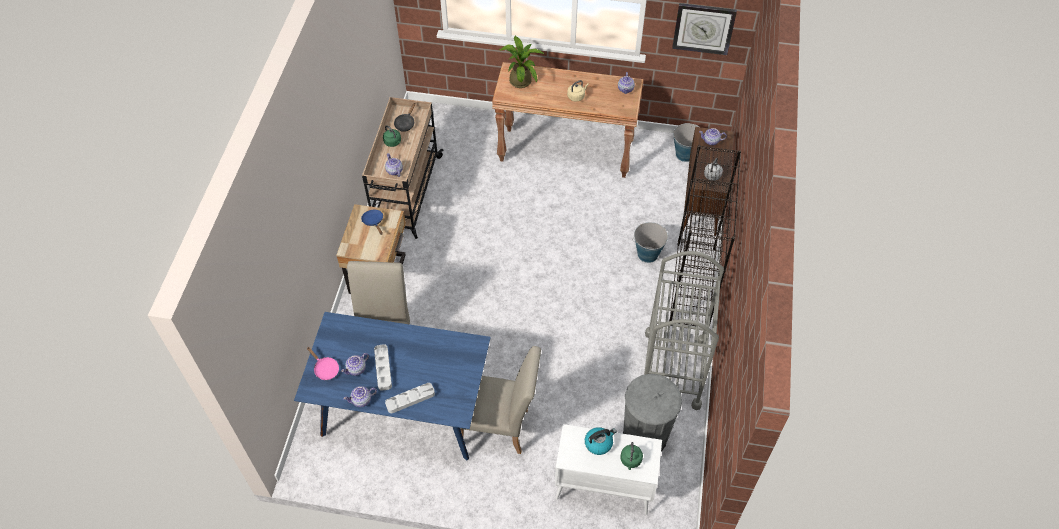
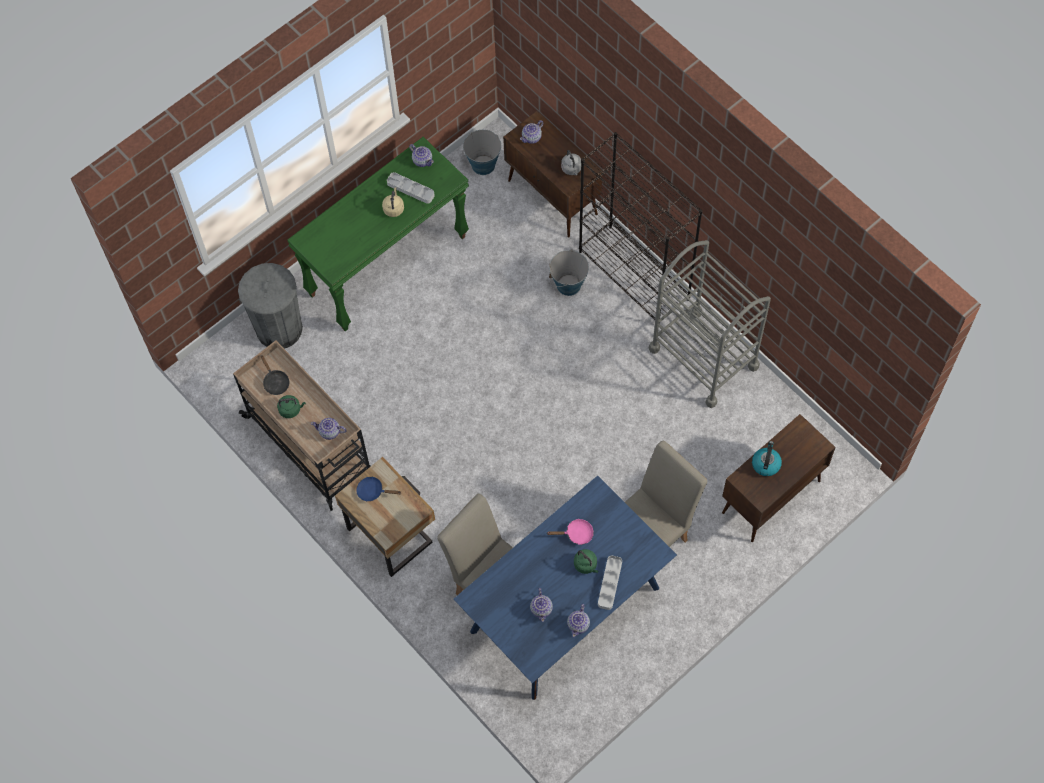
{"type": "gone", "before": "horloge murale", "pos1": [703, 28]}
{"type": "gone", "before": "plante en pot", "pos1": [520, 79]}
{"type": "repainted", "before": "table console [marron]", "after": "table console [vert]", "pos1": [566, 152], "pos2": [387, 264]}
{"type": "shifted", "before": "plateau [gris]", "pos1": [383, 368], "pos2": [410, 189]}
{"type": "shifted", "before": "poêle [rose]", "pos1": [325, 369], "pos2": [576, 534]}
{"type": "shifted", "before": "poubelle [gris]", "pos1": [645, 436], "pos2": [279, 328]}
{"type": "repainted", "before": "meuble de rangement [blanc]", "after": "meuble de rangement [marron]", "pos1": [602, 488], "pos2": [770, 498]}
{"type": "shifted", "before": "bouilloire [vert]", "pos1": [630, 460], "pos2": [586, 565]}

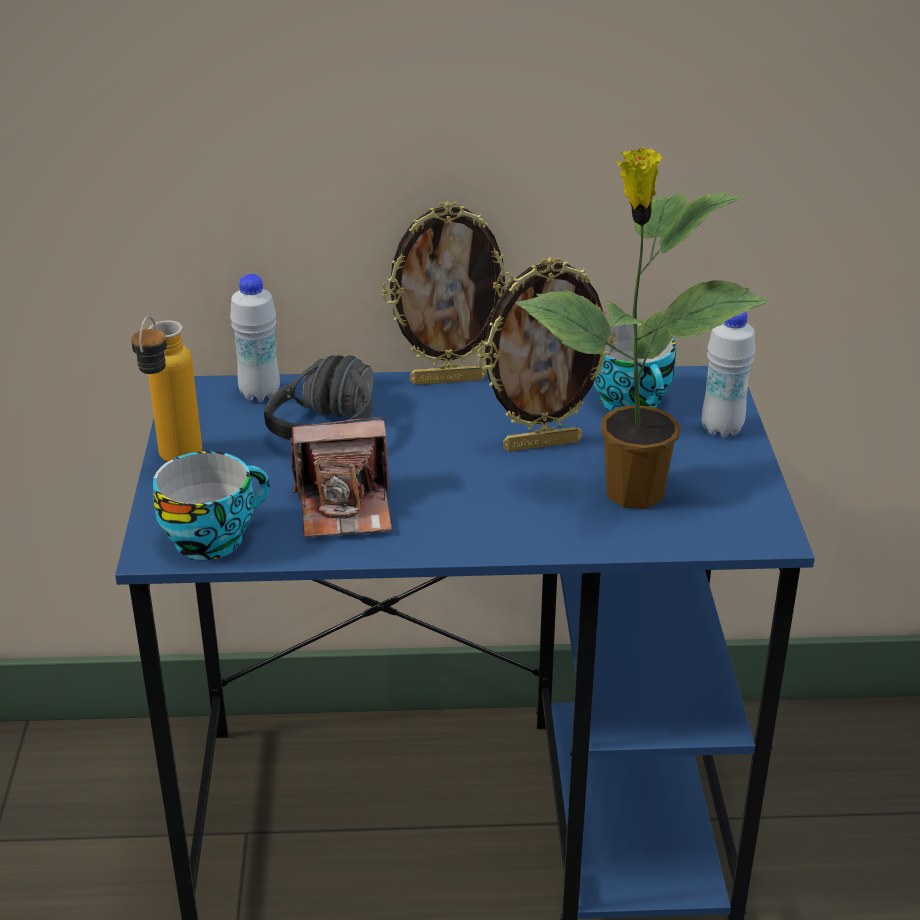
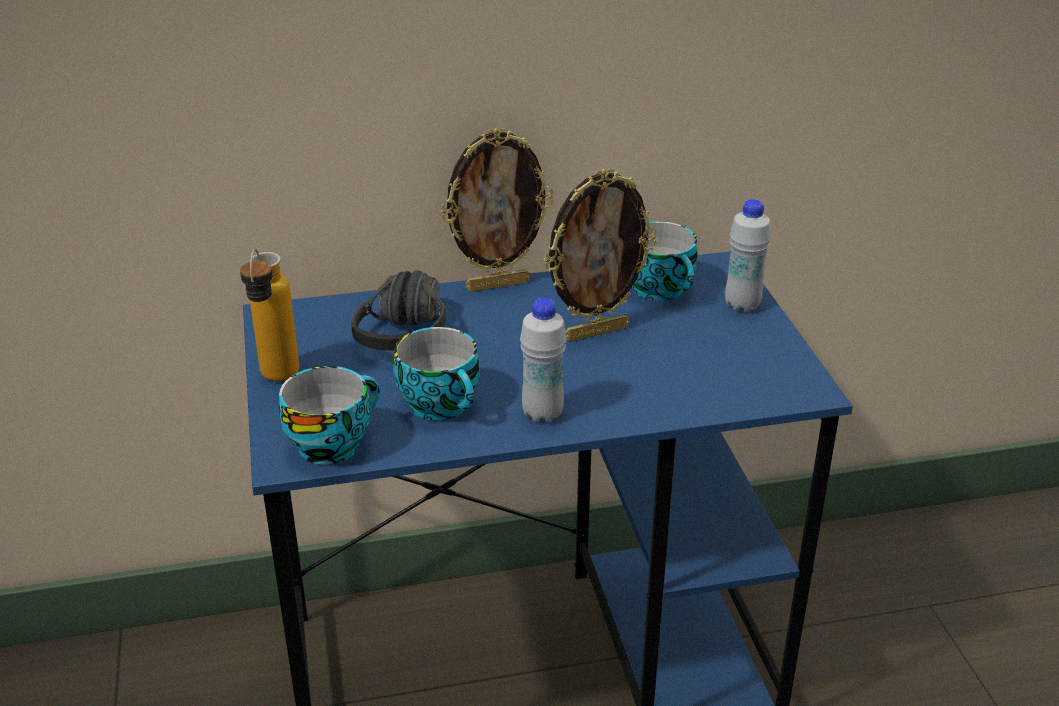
{"type": "gone", "before": "plante en pot", "pos1": [631, 493]}
{"type": "shifted", "before": "bouteille [blanc]", "pos1": [260, 394], "pos2": [542, 414]}
{"type": "swapped", "before": "appareil photo", "after": "tasse", "pos1": [345, 508], "pos2": [443, 405]}

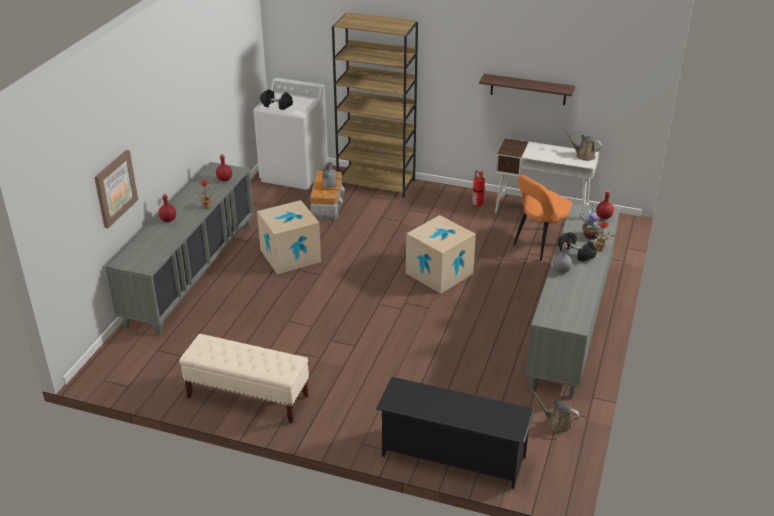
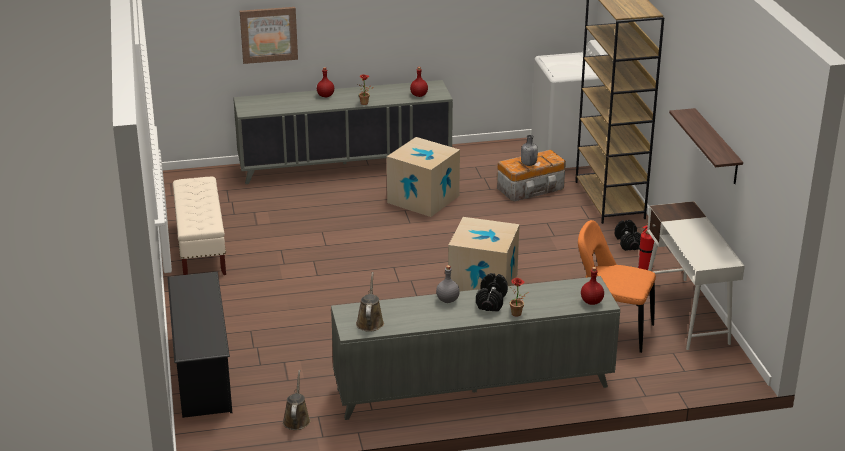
{"type": "shifted", "before": "haltère [noir]", "pos1": [276, 105], "pos2": [627, 243]}
{"type": "shifted", "before": "arrosoir [marron]", "pos1": [583, 155], "pos2": [370, 321]}
{"type": "gone", "before": "plante en pot", "pos1": [589, 235]}

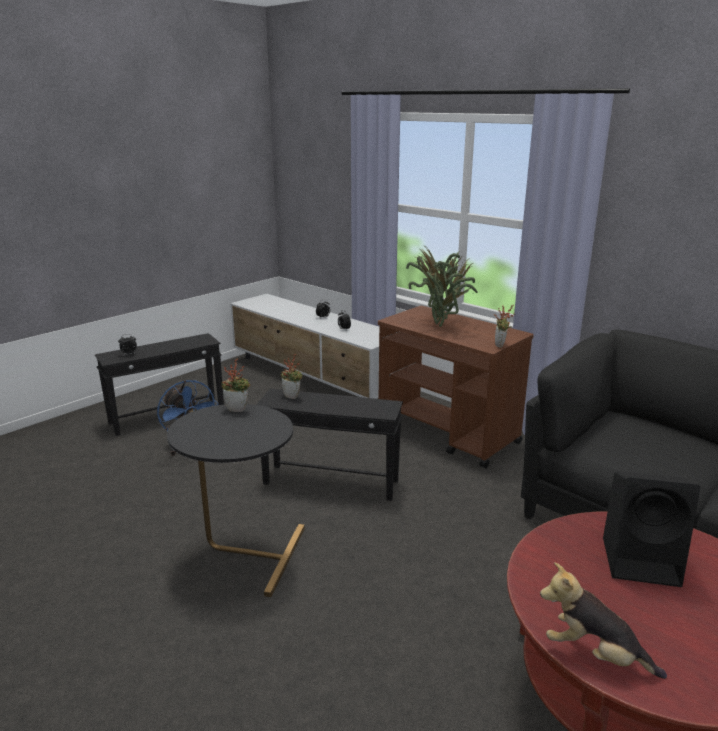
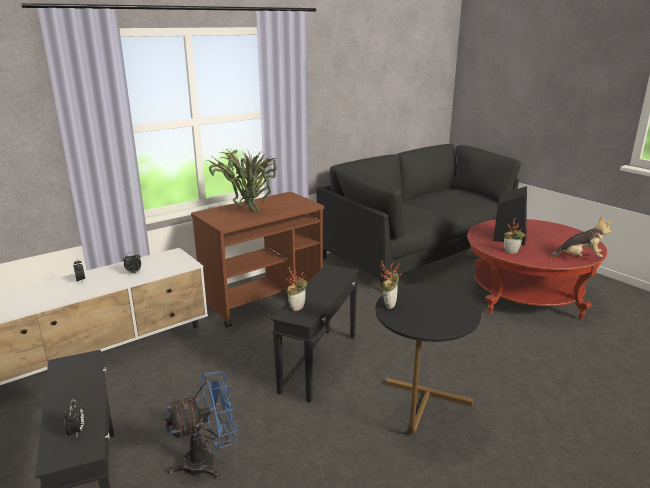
{"type": "shifted", "before": "plante en pot", "pos1": [501, 345], "pos2": [511, 251]}
{"type": "rotated", "before": "peluche", "pos1": [594, 654], "pos2": [579, 258], "turn": -120}

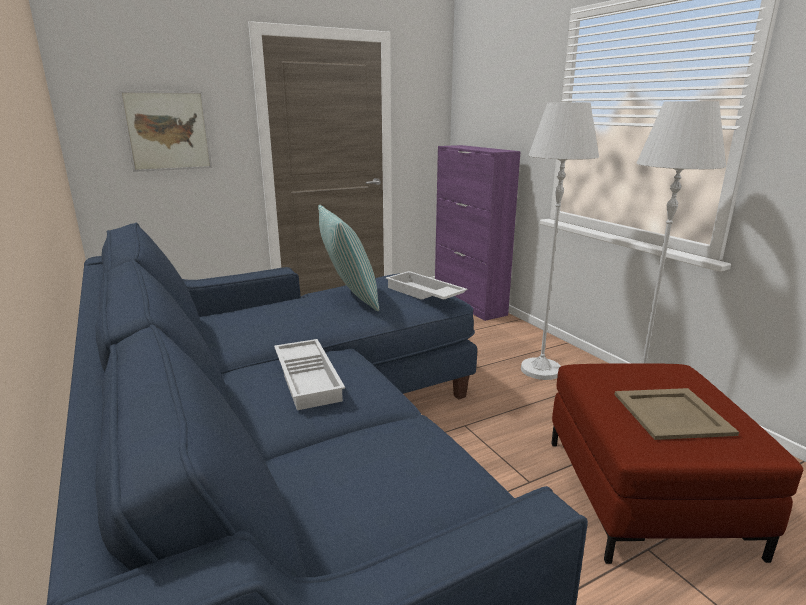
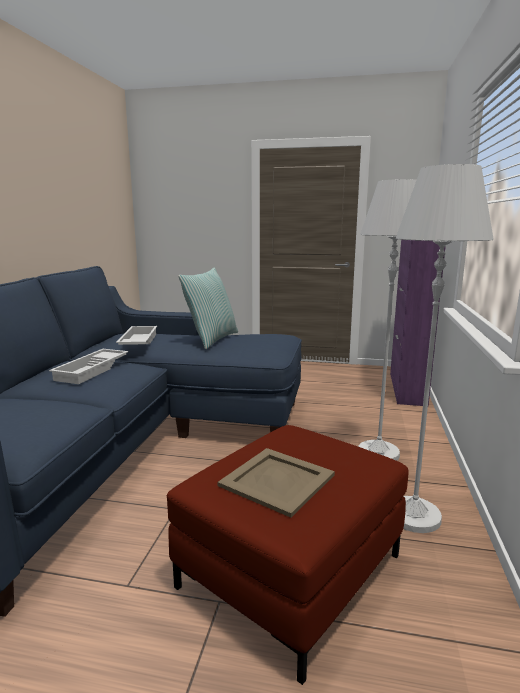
{"type": "gone", "before": "tableau", "pos1": [168, 131]}
{"type": "shifted", "before": "plateau [blanc]", "pos1": [423, 293], "pos2": [137, 342]}

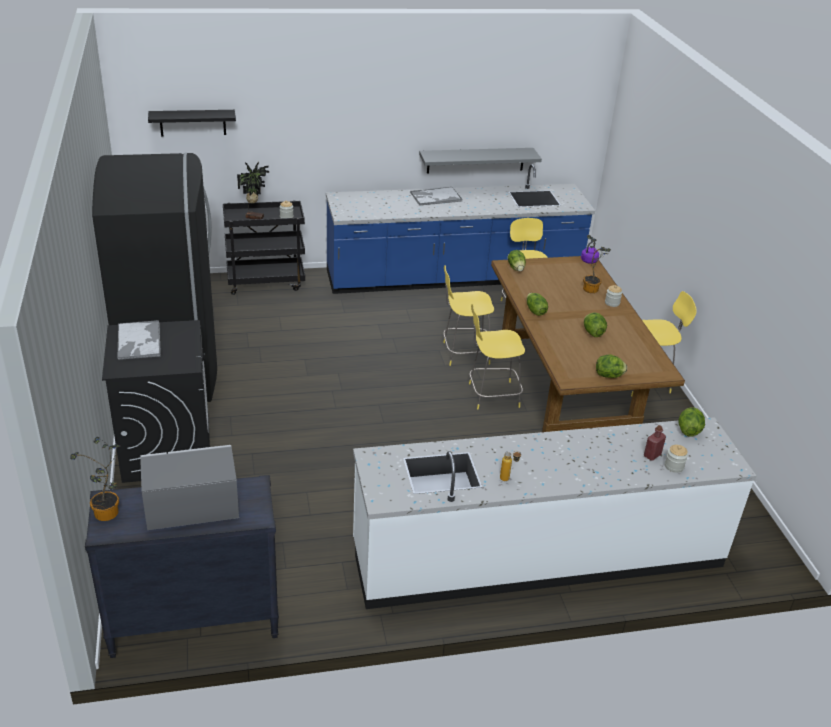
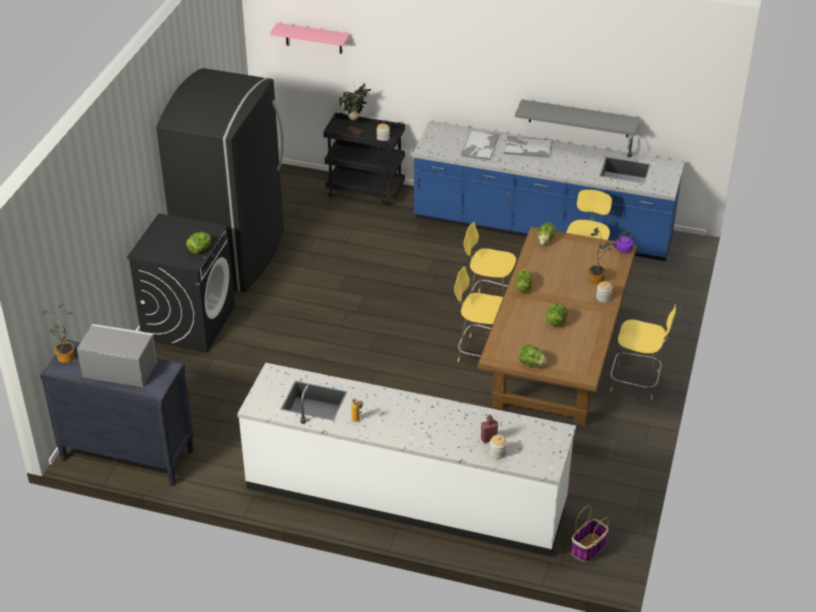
{"type": "repainted", "before": "étagère [noir]", "after": "étagère [rose]", "pos1": [192, 122], "pos2": [313, 38]}
{"type": "shifted", "before": "plateau", "pos1": [139, 341], "pos2": [480, 146]}
{"type": "shifted", "before": "laitue", "pos1": [688, 430], "pos2": [200, 249]}
{"type": "new", "after": "panier", "pos2": [588, 548]}

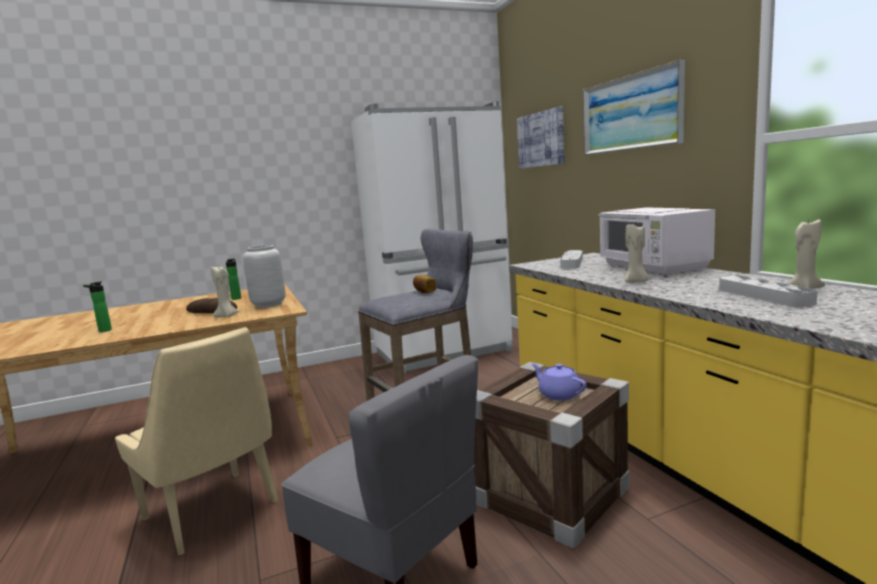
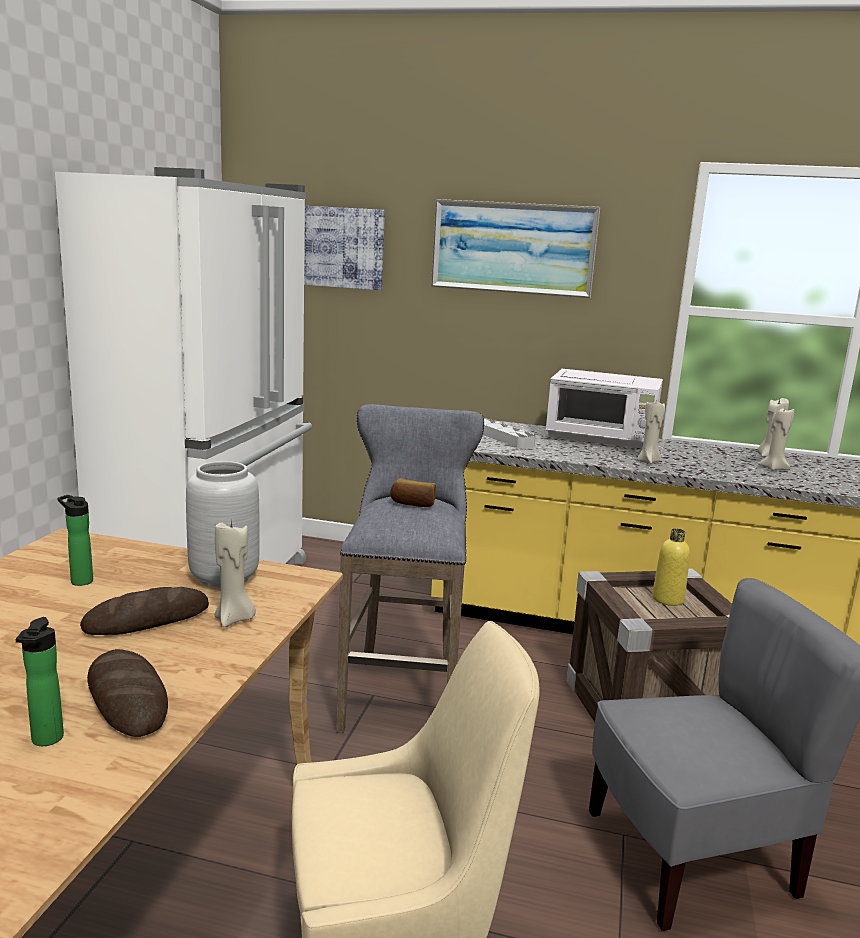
{"type": "swapped", "before": "plateau [gris]", "after": "bougie [beige]", "pos1": [764, 296], "pos2": [773, 468]}
{"type": "swapped", "before": "théière [violet]", "after": "bouteille [jaune]", "pos1": [558, 394], "pos2": [667, 599]}
{"type": "new", "after": "pain", "pos2": [127, 699]}

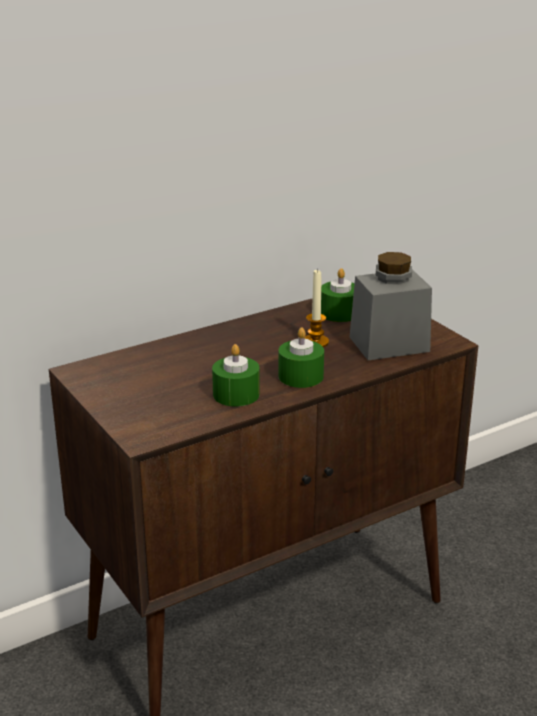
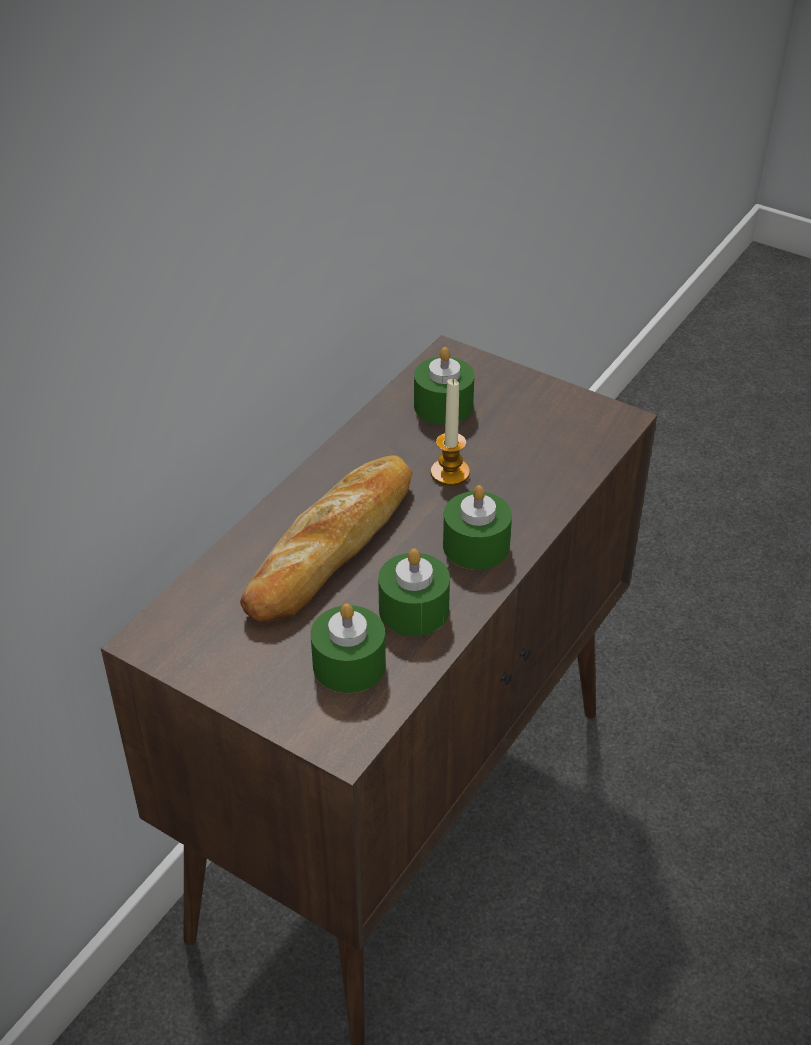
{"type": "gone", "before": "bocal [gris]", "pos1": [389, 344]}
{"type": "new", "after": "pain", "pos2": [332, 545]}
{"type": "new", "after": "bougie [vert]", "pos2": [349, 665]}

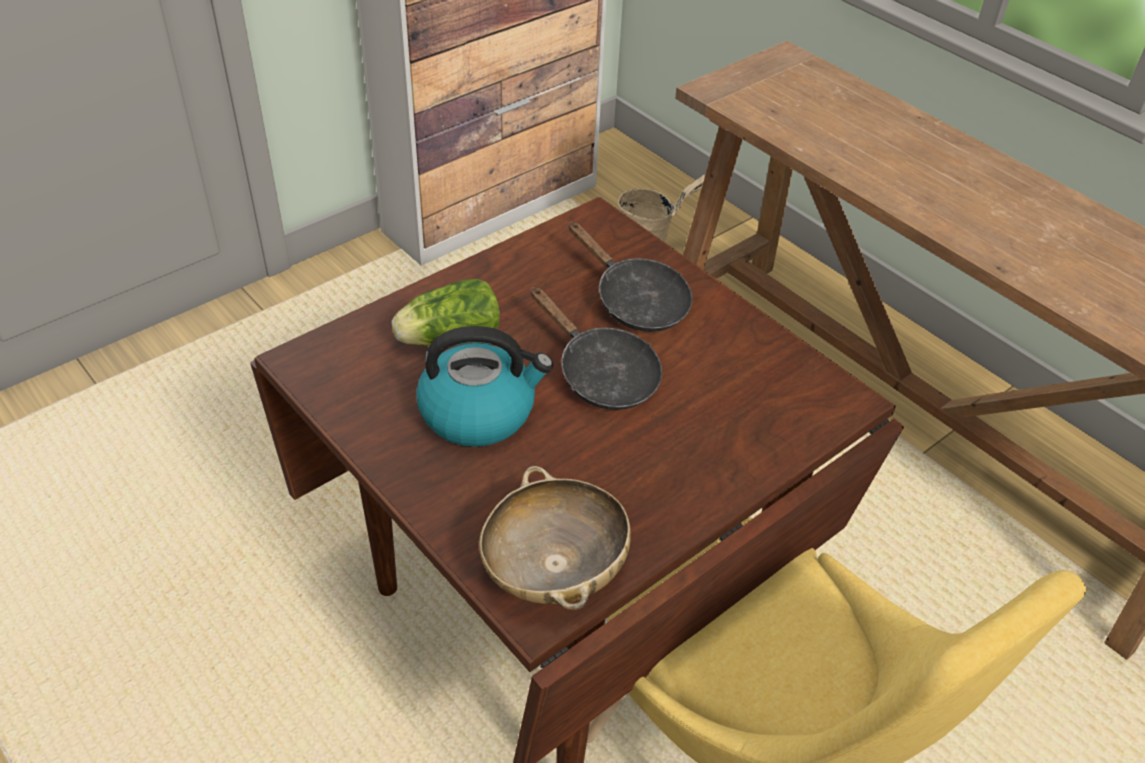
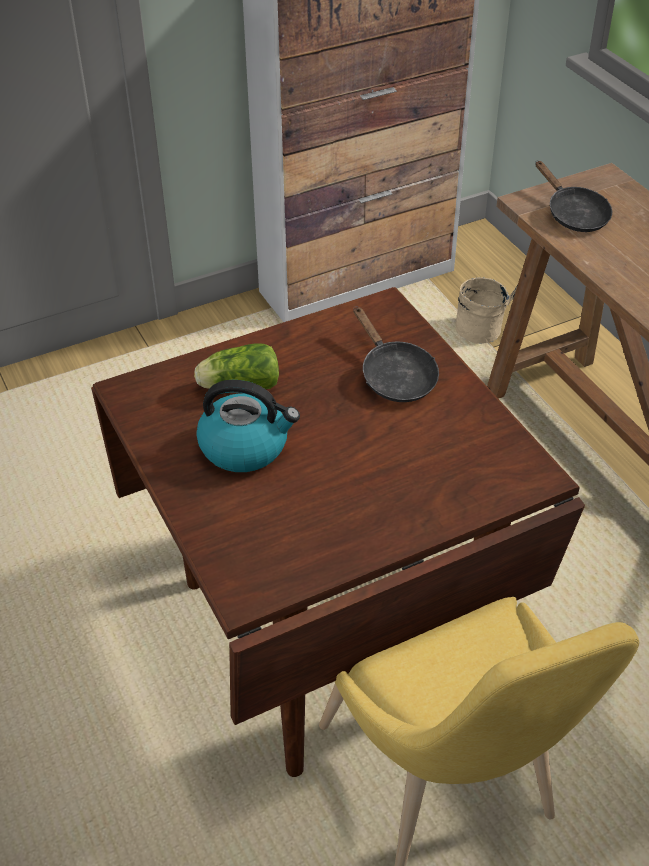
{"type": "shifted", "before": "poêle [noir]", "pos1": [601, 374], "pos2": [573, 214]}
{"type": "gone", "before": "bol [beige]", "pos1": [554, 569]}

